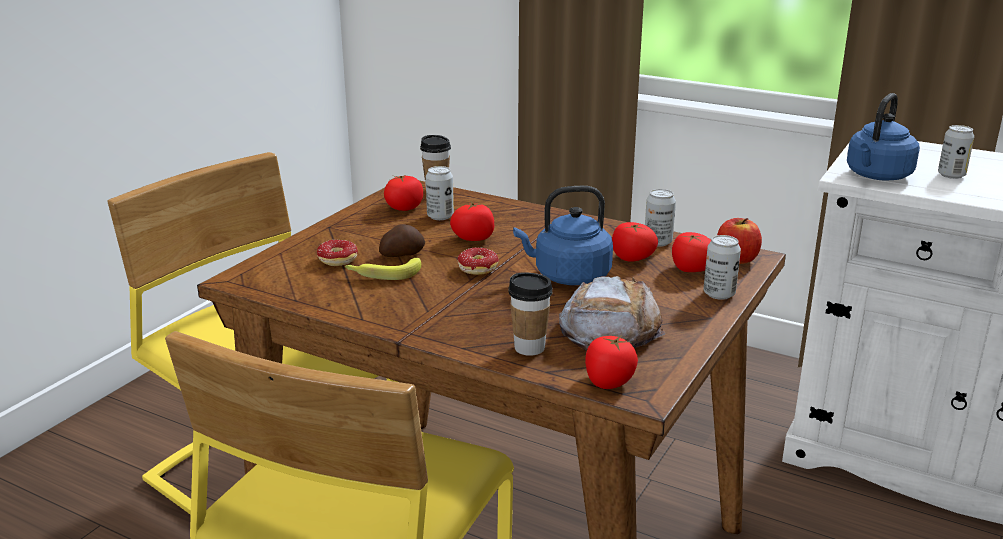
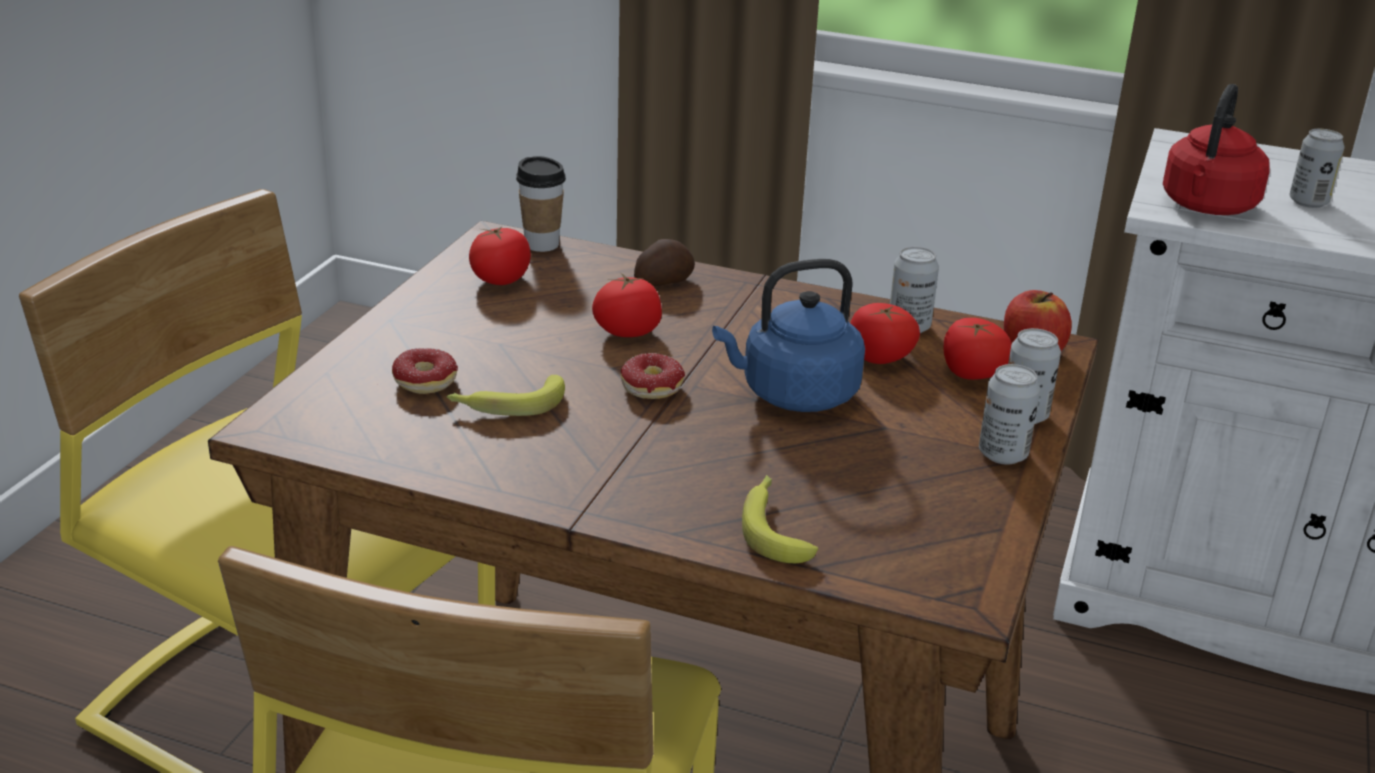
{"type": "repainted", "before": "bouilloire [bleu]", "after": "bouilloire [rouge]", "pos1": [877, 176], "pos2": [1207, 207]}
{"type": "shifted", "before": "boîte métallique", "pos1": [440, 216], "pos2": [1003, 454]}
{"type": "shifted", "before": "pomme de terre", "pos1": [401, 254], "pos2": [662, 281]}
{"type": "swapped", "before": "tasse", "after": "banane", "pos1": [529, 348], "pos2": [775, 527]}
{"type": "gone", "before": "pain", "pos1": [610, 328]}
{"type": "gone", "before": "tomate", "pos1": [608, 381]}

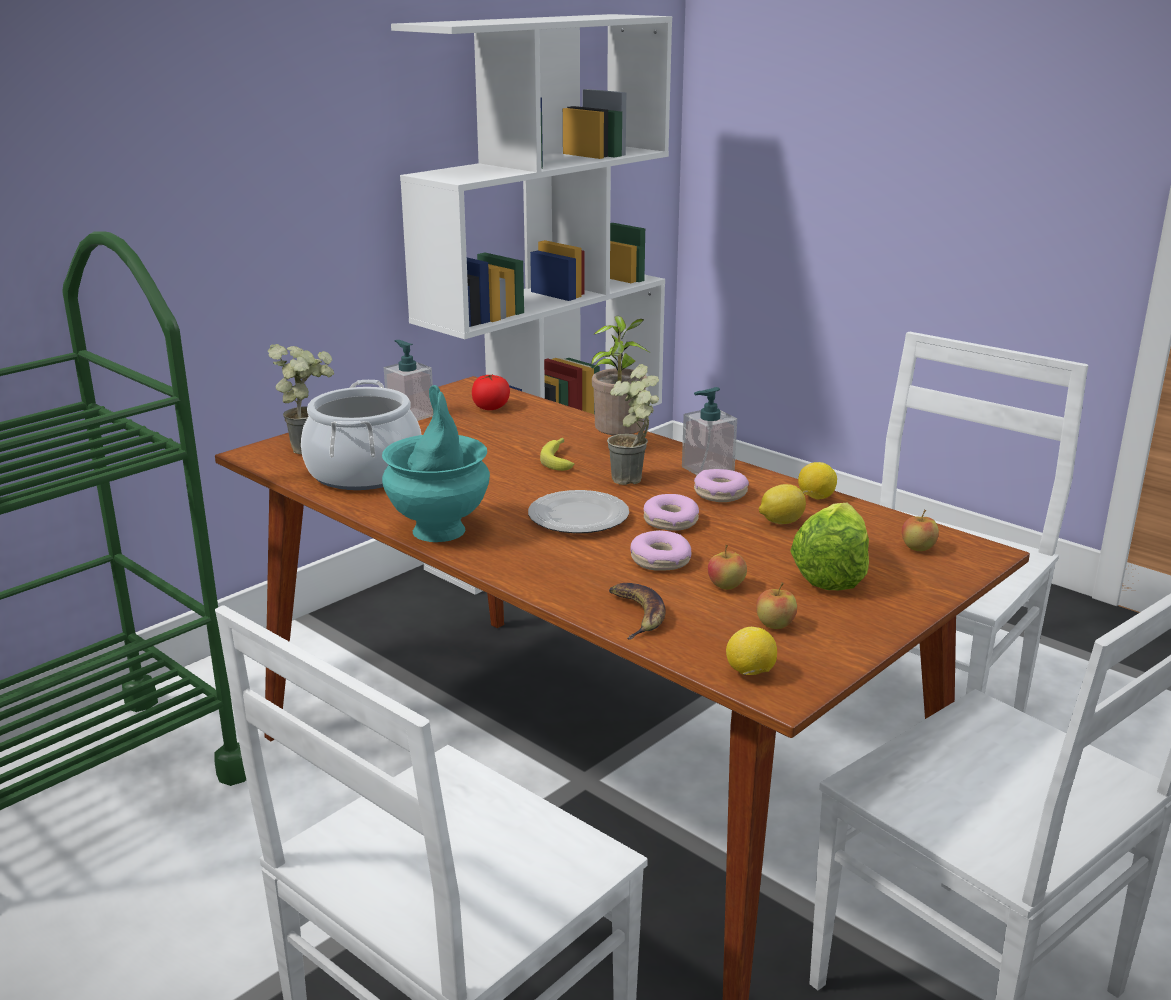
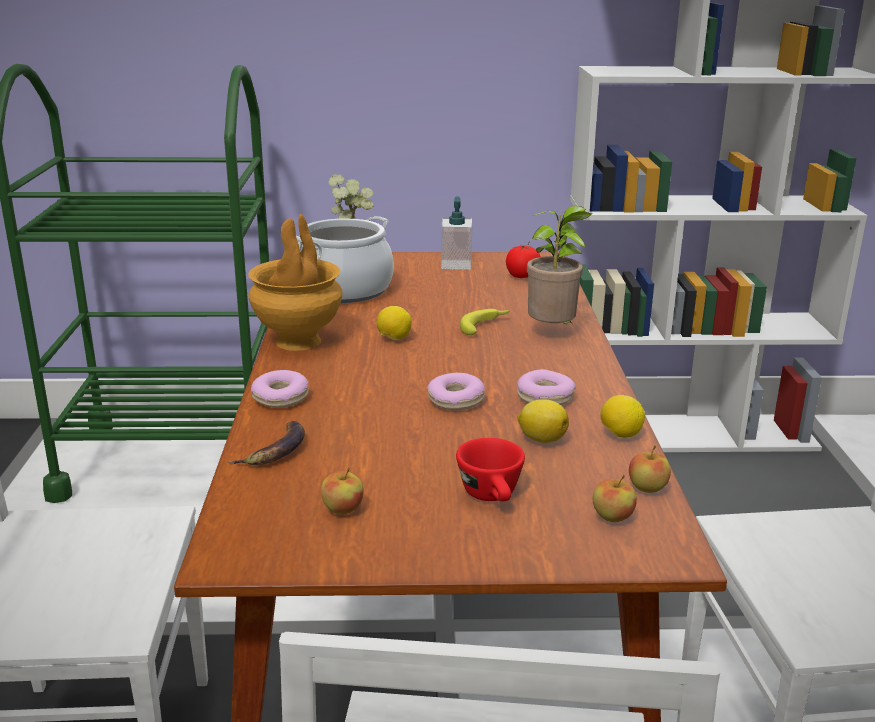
{"type": "gone", "before": "plante en pot", "pos1": [635, 482]}
{"type": "repainted", "before": "vase [turquoise]", "after": "vase [marron]", "pos1": [440, 531], "pos2": [298, 342]}
{"type": "gone", "before": "distributeur de savon", "pos1": [707, 469]}
{"type": "gone", "before": "assiette", "pos1": [579, 518]}
{"type": "swapped", "before": "laitue", "after": "tasse [rouge]", "pos1": [836, 570], "pos2": [493, 496]}
{"type": "shifted", "before": "beignet", "pos1": [660, 561], "pos2": [280, 398]}
{"type": "shifted", "before": "pomme", "pos1": [726, 586], "pos2": [647, 488]}
{"type": "shifted", "before": "citron", "pos1": [750, 673], "pos2": [394, 339]}

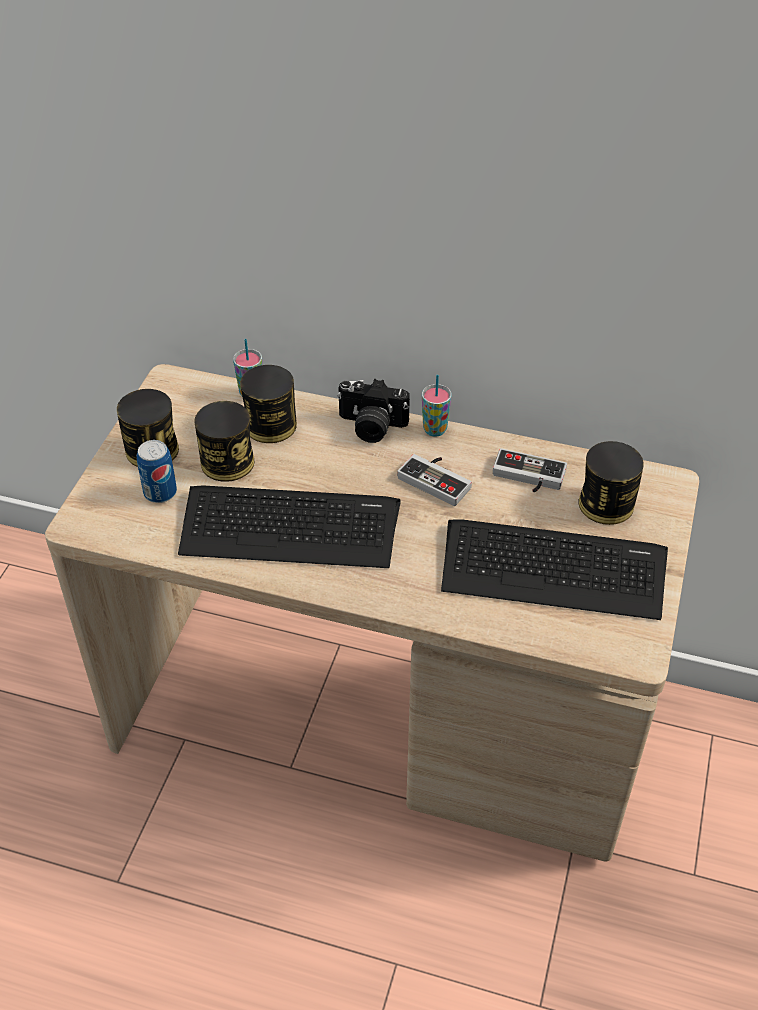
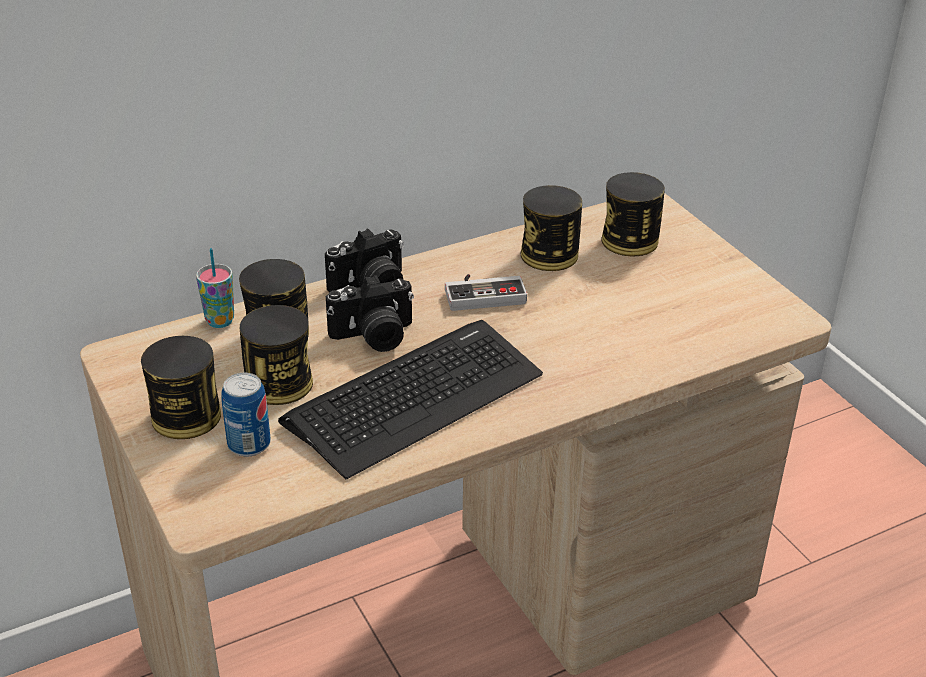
{"type": "gone", "before": "tasse", "pos1": [434, 429]}
{"type": "swapped", "before": "manette", "after": "boîte métallique", "pos1": [527, 477], "pos2": [549, 255]}
{"type": "gone", "before": "clavier", "pos1": [553, 569]}
{"type": "new", "after": "appareil photo", "pos2": [374, 337]}

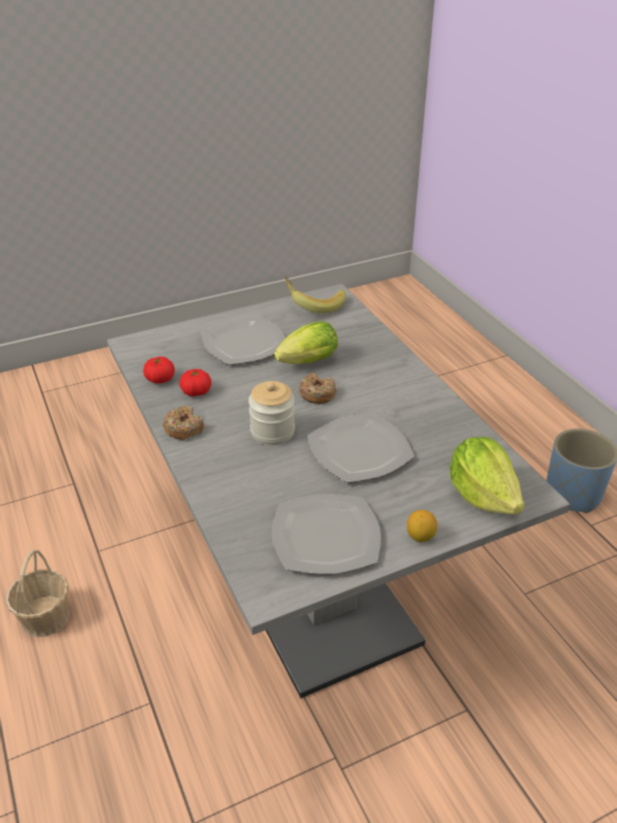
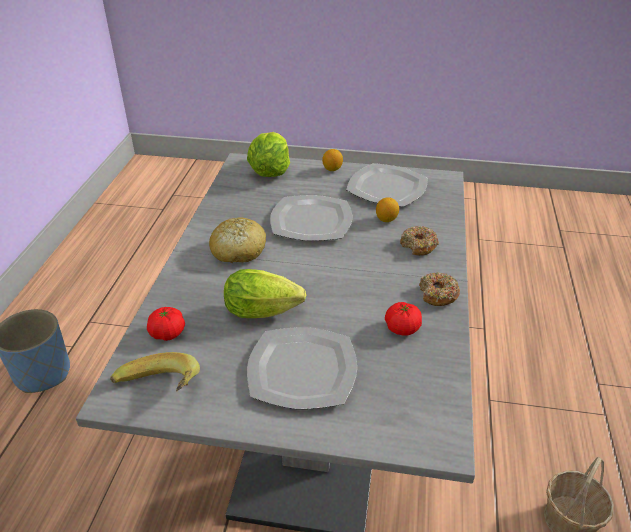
{"type": "shifted", "before": "tomate", "pos1": [160, 379], "pos2": [167, 333]}
{"type": "shifted", "before": "beignet", "pos1": [317, 394], "pos2": [418, 246]}
{"type": "gone", "before": "bocal", "pos1": [272, 432]}
{"type": "new", "after": "citron", "pos2": [386, 219]}
{"type": "new", "after": "pain", "pos2": [238, 250]}

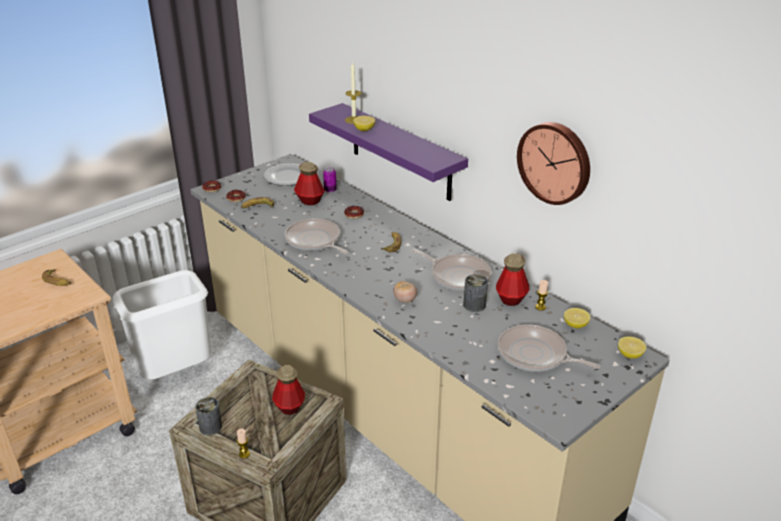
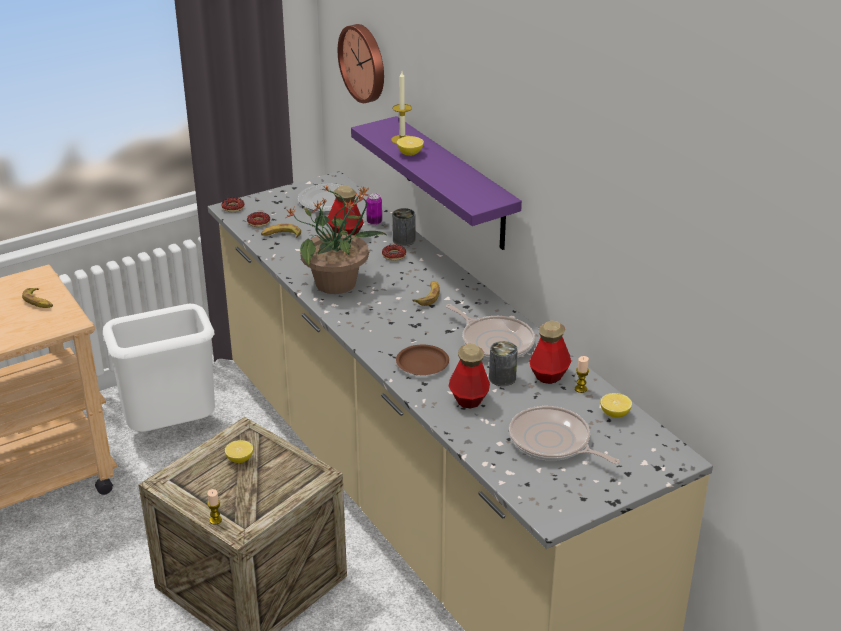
{"type": "shifted", "before": "horloge murale", "pos1": [555, 162], "pos2": [364, 63]}
{"type": "swapped", "before": "poêle", "after": "plante en pot", "pos1": [314, 241], "pos2": [337, 283]}
{"type": "swapped", "before": "tomate", "after": "assiette [marron]", "pos1": [405, 300], "pos2": [422, 364]}
{"type": "shifted", "before": "citron", "pos1": [629, 355], "pos2": [239, 459]}
{"type": "shifted", "before": "bouteille", "pos1": [289, 406], "pos2": [468, 399]}
{"type": "shifted", "before": "boîte métallique", "pos1": [210, 427], "pos2": [404, 240]}

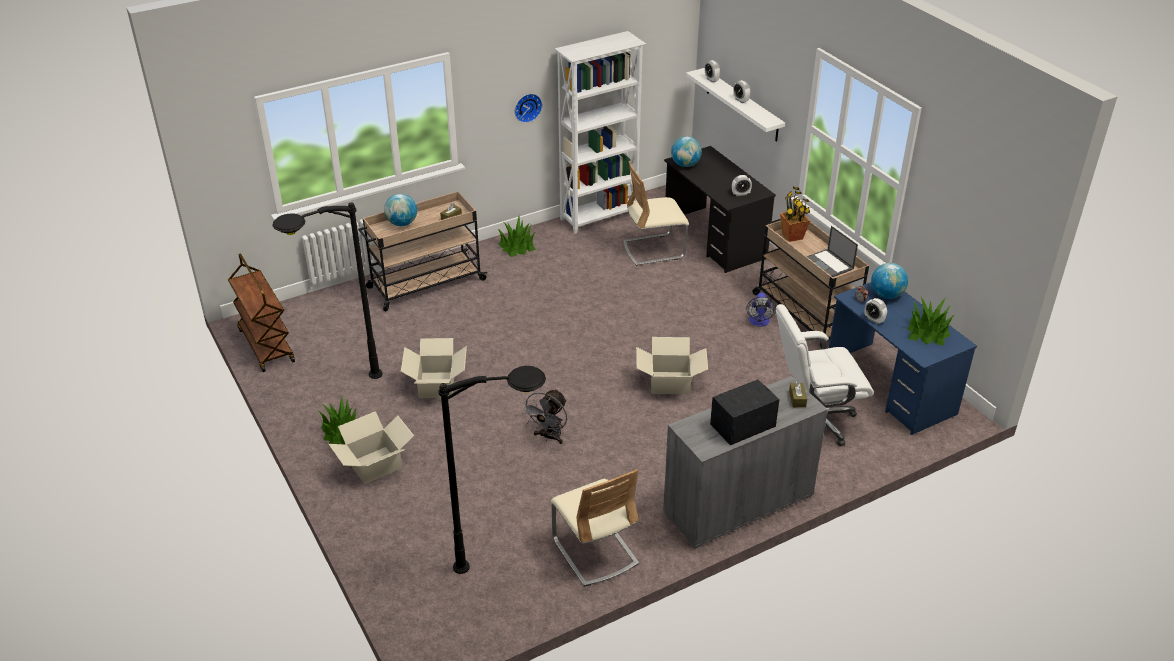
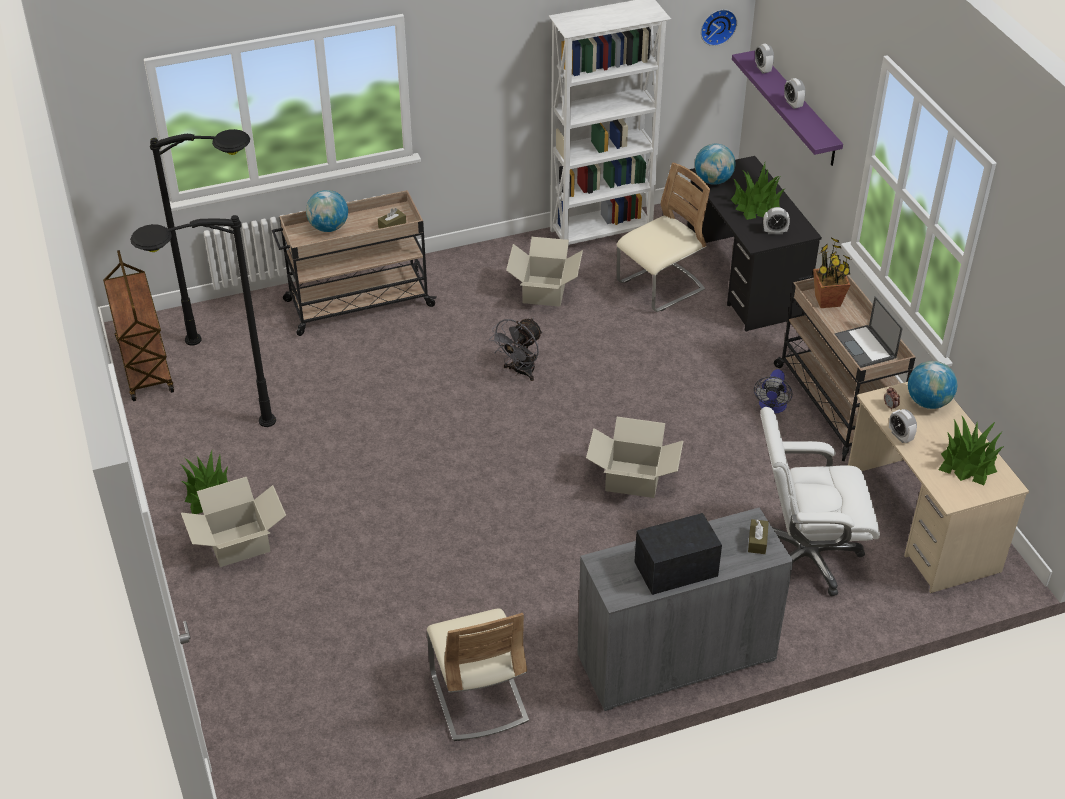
{"type": "repainted", "before": "étagère [blanc]", "after": "étagère [violet]", "pos1": [742, 105], "pos2": [797, 108]}
{"type": "shifted", "before": "horloge murale", "pos1": [527, 107], "pos2": [717, 26]}
{"type": "rotated", "before": "chaise [beige]", "pos1": [653, 250], "pos2": [660, 287], "turn": 150}
{"type": "shifted", "before": "plante en pot", "pos1": [517, 246], "pos2": [756, 205]}
{"type": "repainted", "before": "bureau [bleu]", "after": "bureau [beige]", "pos1": [890, 387], "pos2": [921, 522]}
{"type": "shifted", "before": "carton", "pos1": [437, 385], "pos2": [545, 291]}
{"type": "shifted", "before": "lampadaire [noir]", "pos1": [513, 566], "pos2": [243, 345]}
{"type": "shifted", "before": "ventilateur [gris]", "pos1": [549, 437], "pos2": [520, 372]}

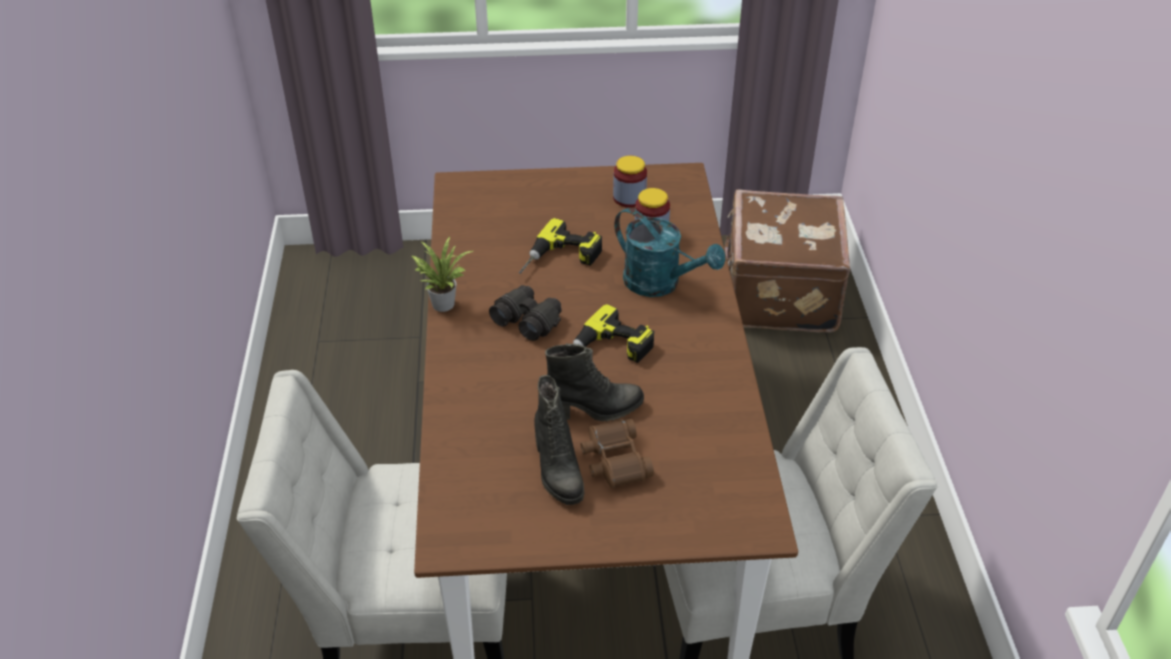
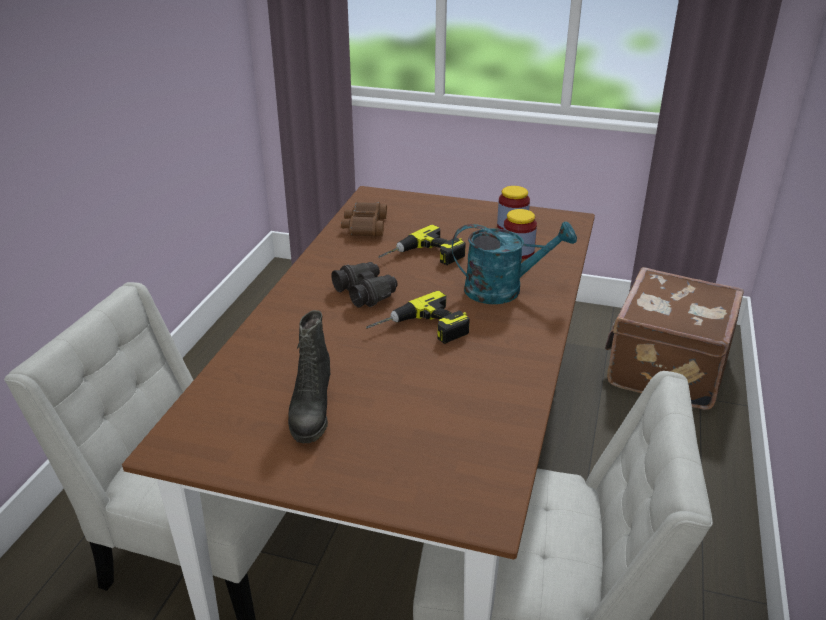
{"type": "rotated", "before": "arrosoir [turquoise]", "pos1": [661, 284], "pos2": [503, 290], "turn": -60}
{"type": "gone", "before": "plante en pot", "pos1": [442, 302]}
{"type": "gone", "before": "botte [noir]", "pos1": [594, 410]}
{"type": "shifted", "before": "jumelles [marron]", "pos1": [614, 460], "pos2": [364, 226]}

